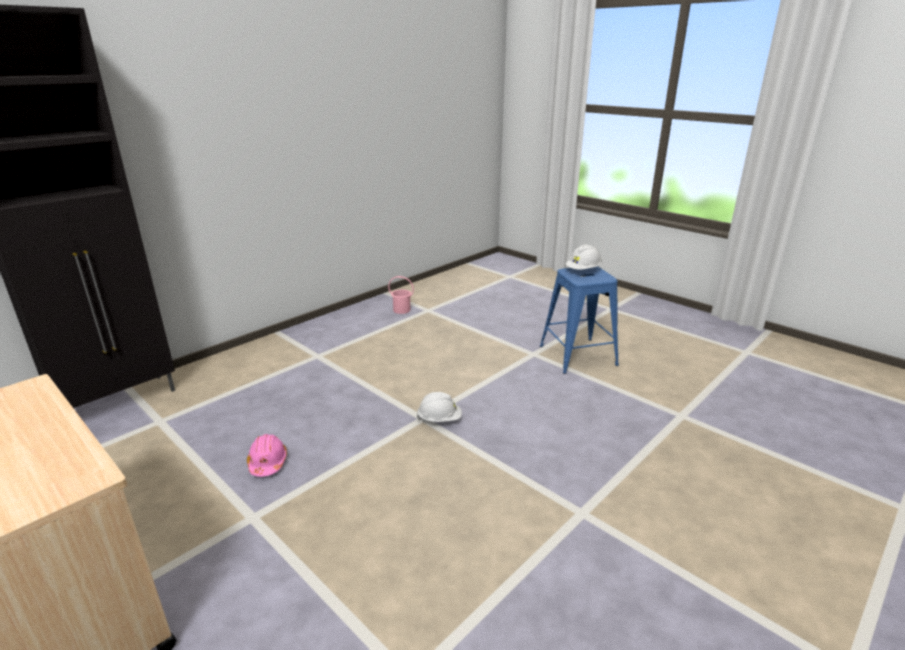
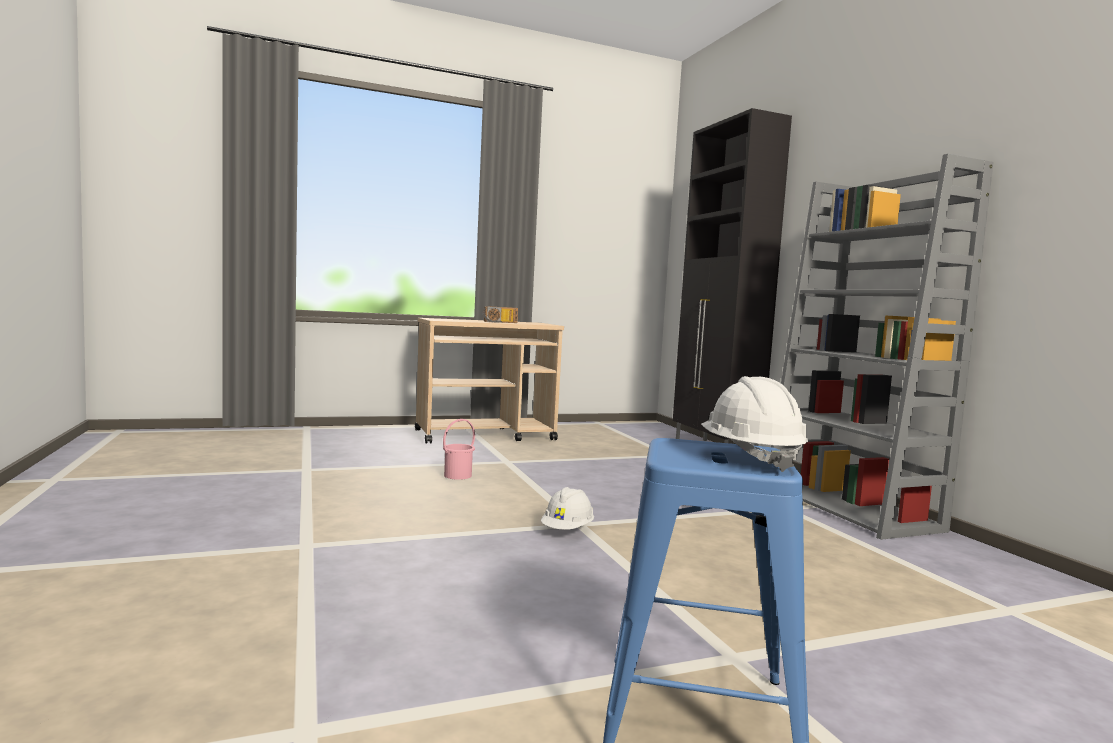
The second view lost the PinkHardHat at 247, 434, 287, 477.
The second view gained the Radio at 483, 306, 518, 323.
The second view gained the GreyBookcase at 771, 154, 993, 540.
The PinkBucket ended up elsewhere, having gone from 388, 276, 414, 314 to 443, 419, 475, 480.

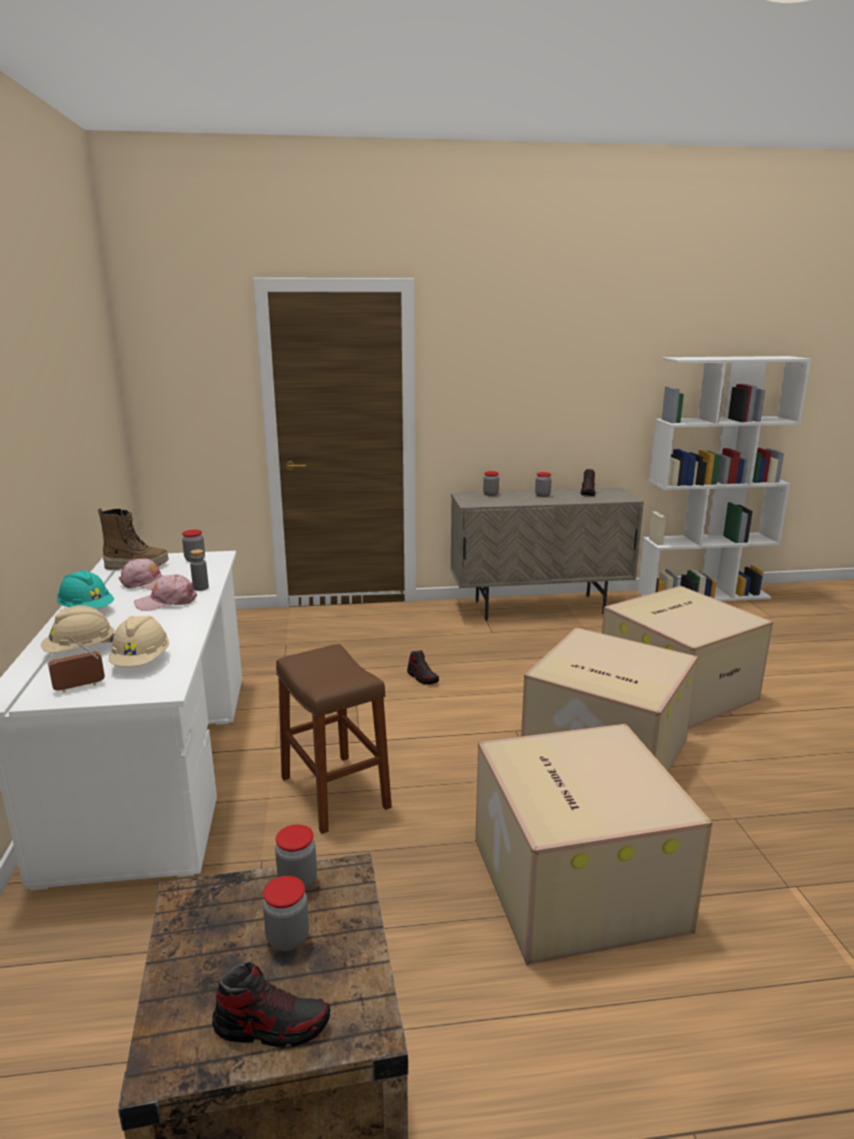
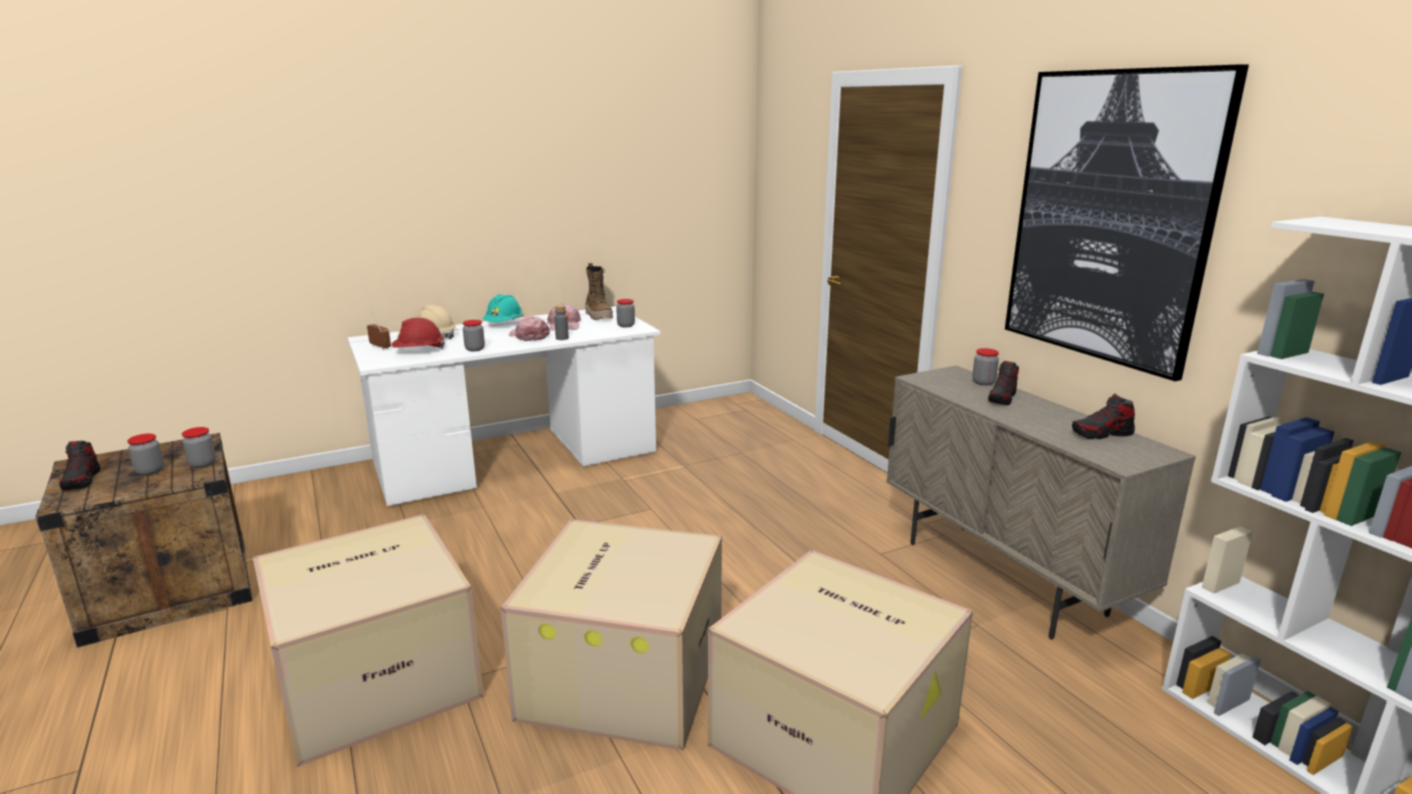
The second view lost the BrownStool at 276, 644, 392, 834.
The second view gained the Picture at 1005, 64, 1249, 381.
The Shoe ended up elsewhere, having gone from 407, 650, 439, 685 to 988, 361, 1019, 405.
The Jar ended up elsewhere, having gone from 535, 472, 552, 497 to 463, 320, 485, 351.
What was the BeigeHardHat at 109, 616, 169, 667 turned into the RedHardHat at 392, 318, 445, 349.

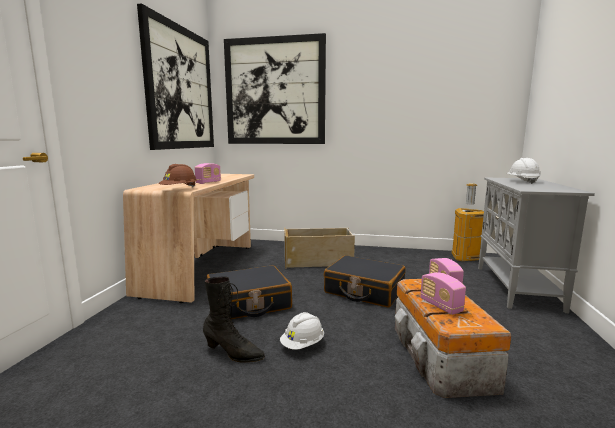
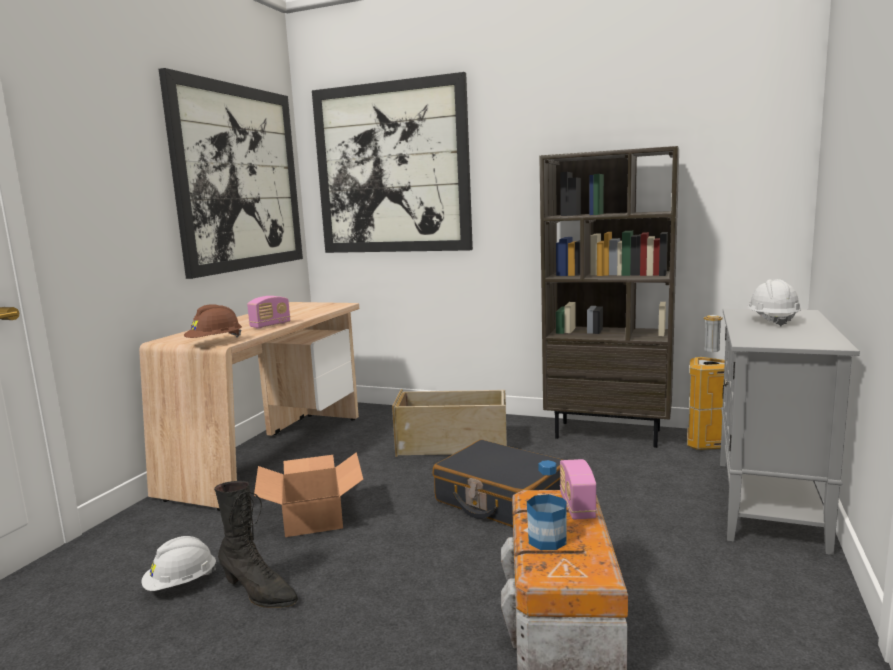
The second view gained the BrownBookcase at 539, 146, 679, 448.
The WhiteHardHat ended up elsewhere, having gone from 280, 312, 324, 350 to 141, 536, 217, 591.
Where the BlackSuitcase stood at 207, 265, 292, 319, the CardboardBox came to stand at 254, 452, 363, 537.
Where the Radio stood at 420, 272, 466, 315, the Bottle came to stand at 527, 460, 567, 550.

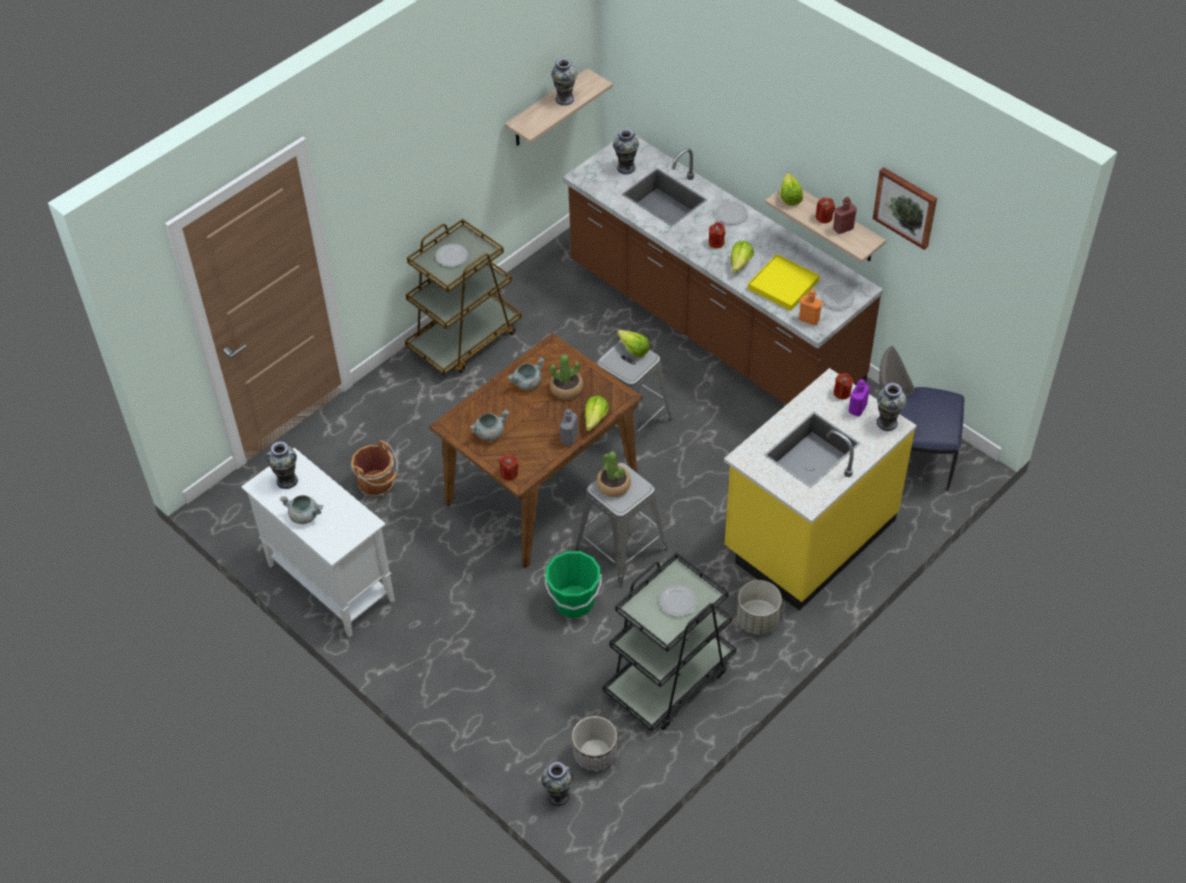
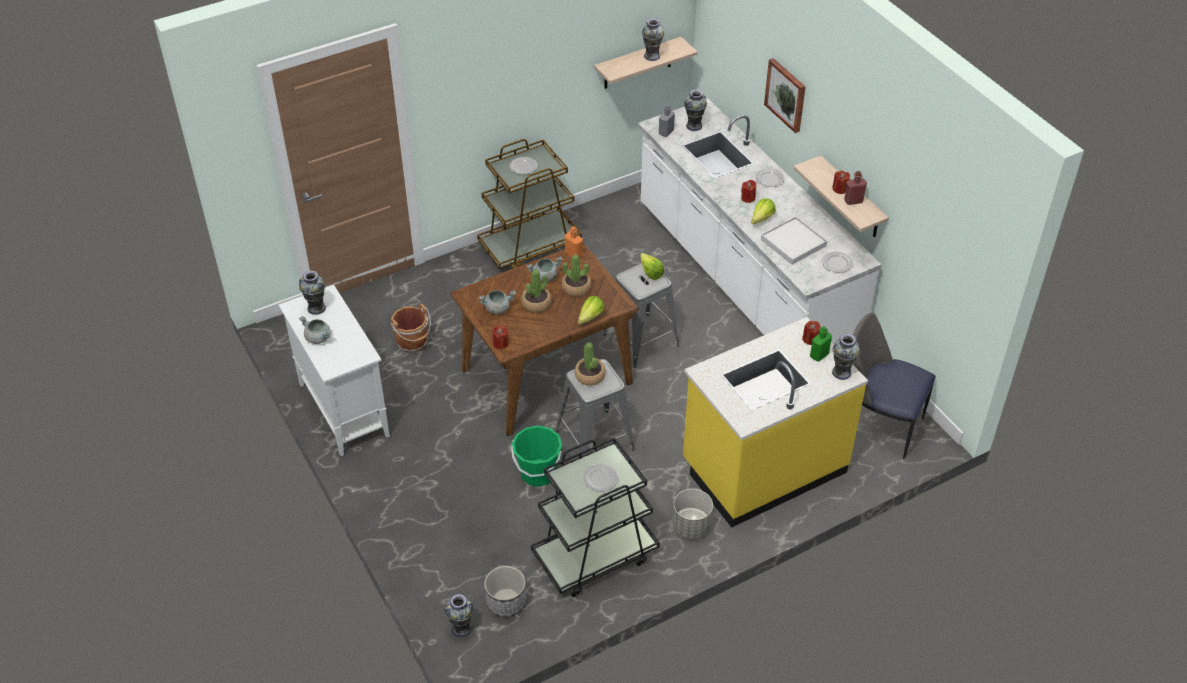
The second view lost the Lettuce at 780, 173, 803, 206.
The second view gained the PottedPlant at 521, 269, 551, 313.
The GreyBottle ended up elsewhere, having gone from 560, 409, 578, 445 to 659, 104, 675, 137.
The OrangeBottle ended up elsewhere, having gone from 799, 289, 822, 325 to 565, 226, 583, 258.
The Picture ended up elsewhere, having gone from 873, 167, 937, 250 to 764, 58, 806, 133.
What was the BrownCounter at 563, 135, 883, 405 turned into the WhiteCounter at 638, 98, 882, 344.
What was the YellowTray at 748, 254, 820, 311 turned into the WhiteTray at 761, 216, 827, 265.
What was the PurpleBottle at 848, 379, 870, 416 turned into the GreenBottle at 810, 326, 832, 362.

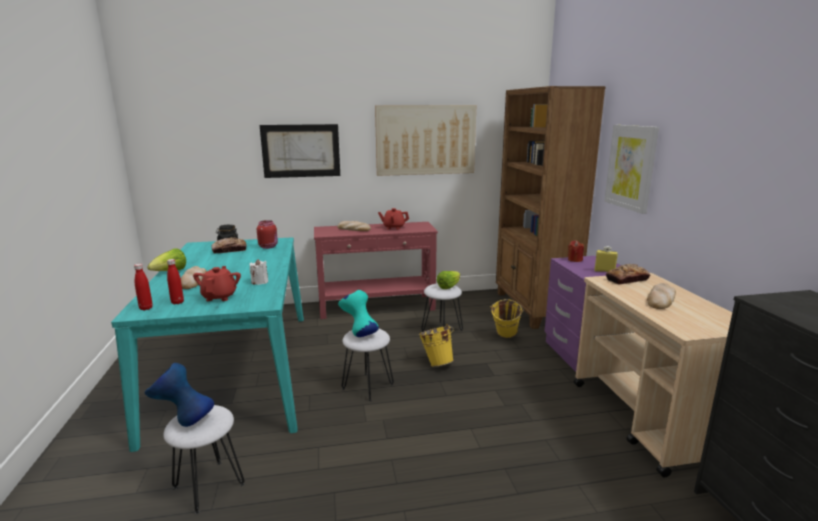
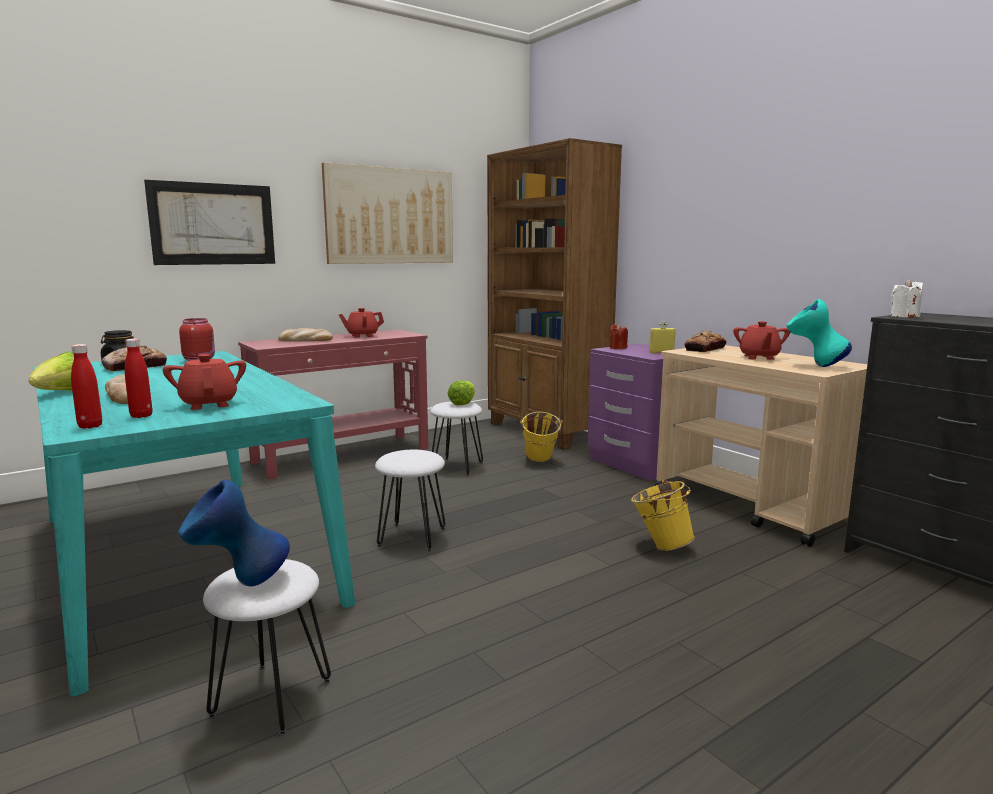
The second view lost the Picture at 604, 125, 659, 214.
The WhiteCandle ended up elsewhere, having gone from 250, 259, 268, 285 to 891, 279, 923, 317.
The TurquoiseVase ended up elsewhere, having gone from 338, 290, 379, 337 to 787, 299, 852, 367.
The YellowBucket ended up elsewhere, having gone from 418, 324, 454, 367 to 631, 479, 695, 551.
Where the Bread stood at 647, 283, 676, 309, the RedTeapot came to stand at 733, 321, 790, 360.

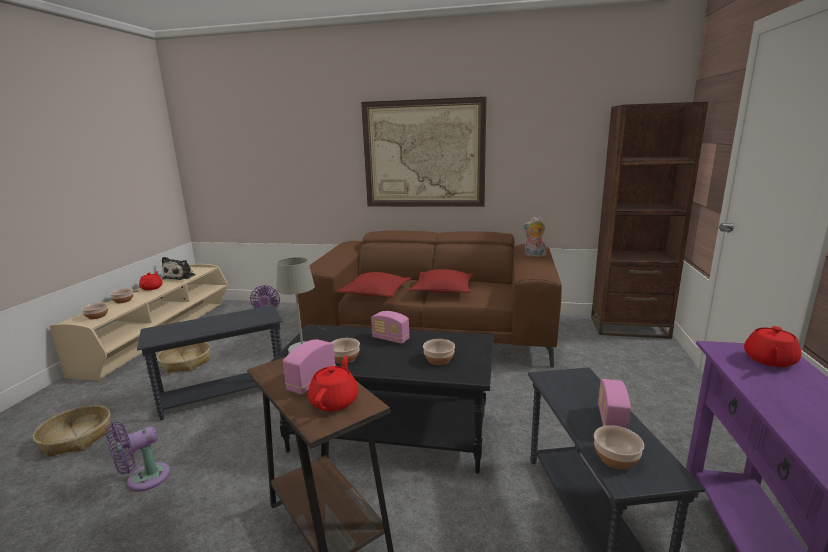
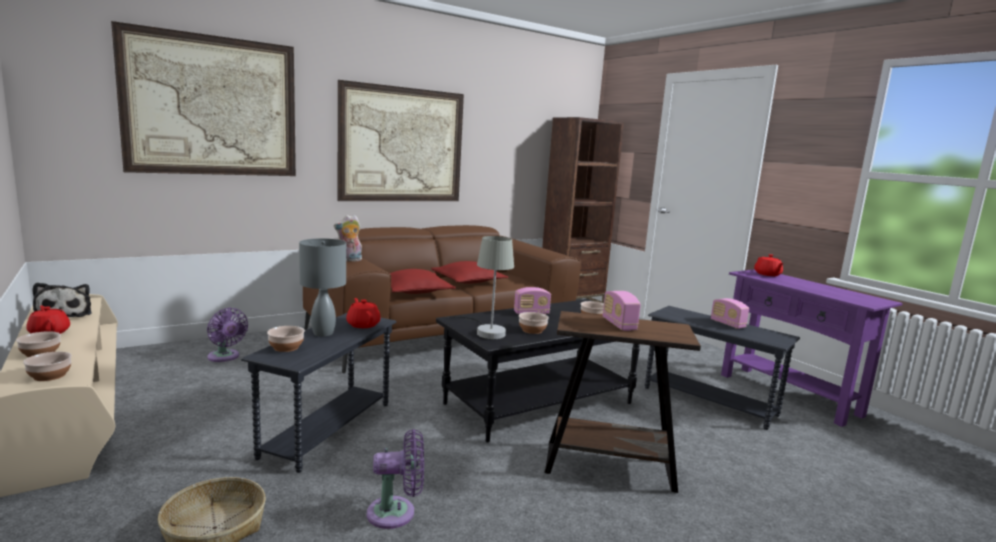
The second view lost the Basket at 157, 342, 210, 373.
The second view gained the Picture at 111, 21, 296, 176.
The second view gained the GreyTableLamp at 299, 238, 346, 337.
The RedTeapot ended up elsewhere, having gone from 308, 355, 358, 412 to 346, 298, 381, 328.
The PlushToy ended up elsewhere, having gone from 523, 217, 547, 257 to 334, 215, 362, 261.
The Bowl ended up elsewhere, having gone from 594, 425, 644, 469 to 267, 326, 305, 352.
The PurpleFan at 105, 422, 170, 492 ended up facing another way, 105 degrees counterclockwise from before.

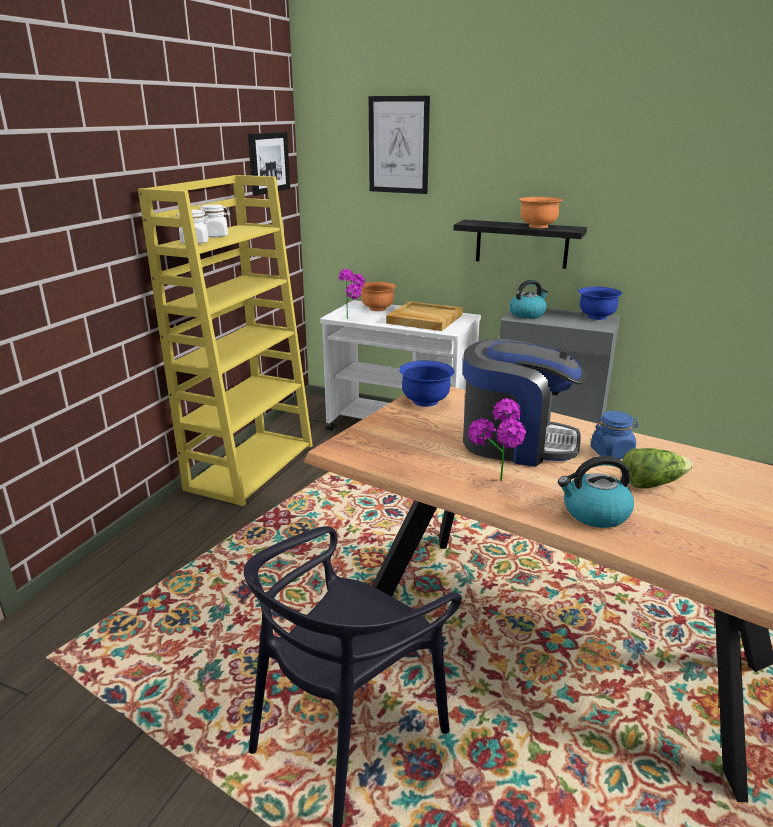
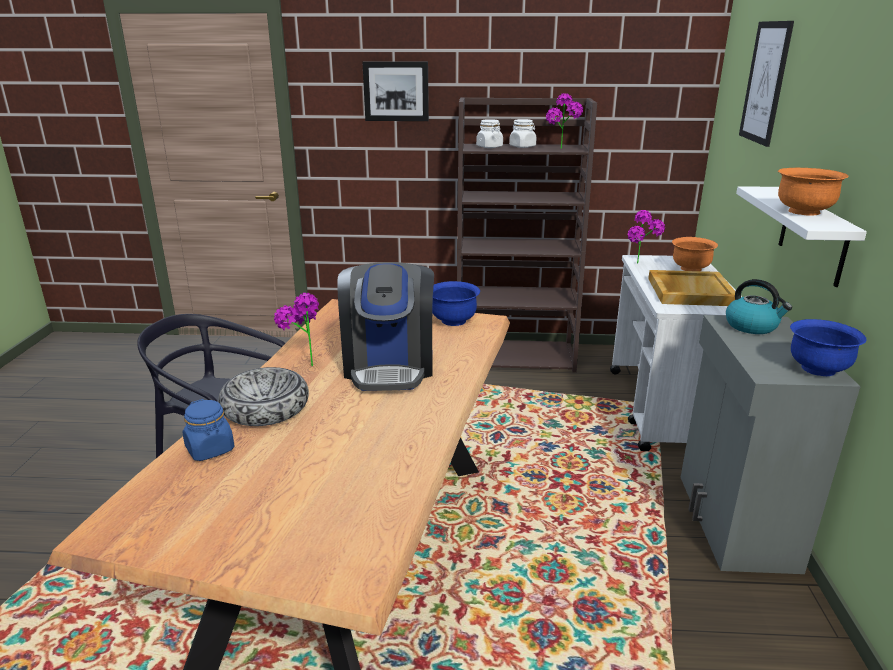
The second view lost the Lettuce at 623, 448, 693, 488.
The second view gained the PottedPlant at 546, 93, 583, 149.
The Picture ended up elsewhere, having gone from 248, 132, 290, 195 to 362, 61, 429, 121.
The BlueJar ended up elsewhere, having gone from 591, 411, 639, 459 to 183, 399, 234, 461.
Where the Kettle stood at 558, 456, 634, 528, the Bowl came to stand at 218, 367, 309, 426.
What was the YellowBookcase at 138, 175, 313, 506 turned into the BrownBookcase at 457, 97, 597, 373.
What was the BlackShelf at 453, 220, 587, 269 turned into the WhiteShelf at 736, 186, 867, 287.

